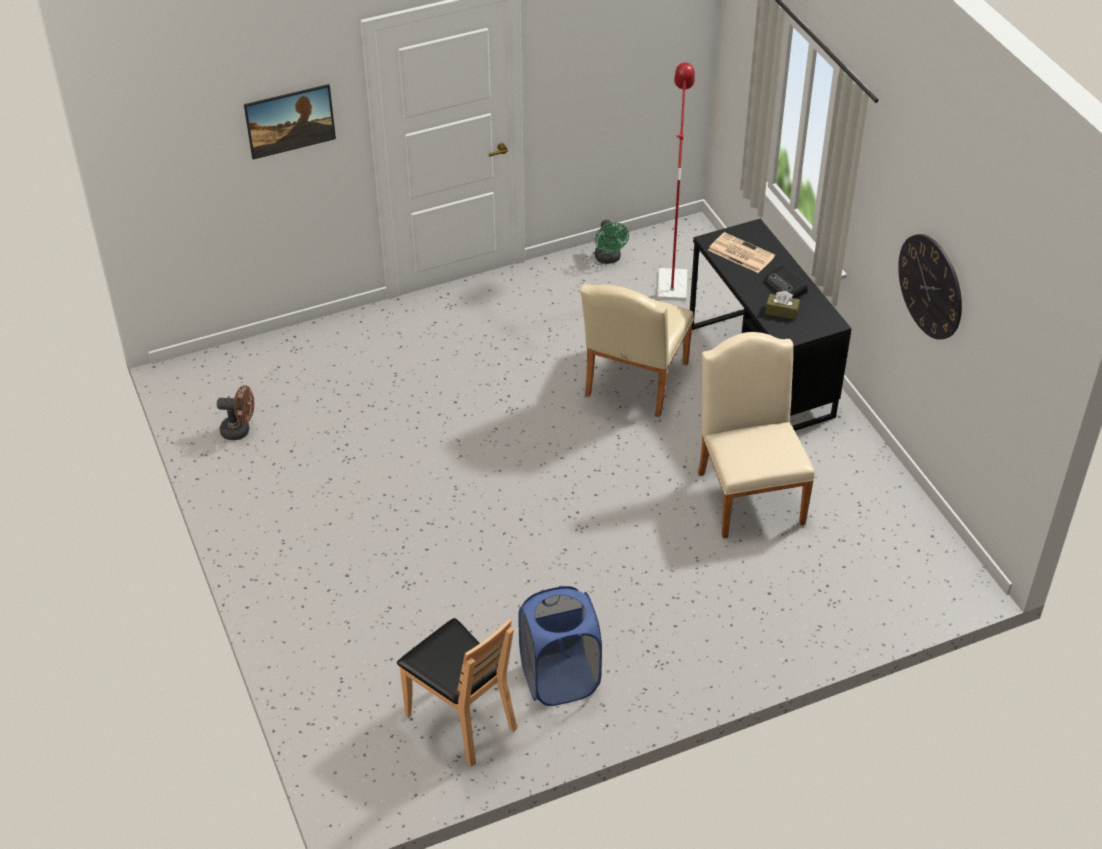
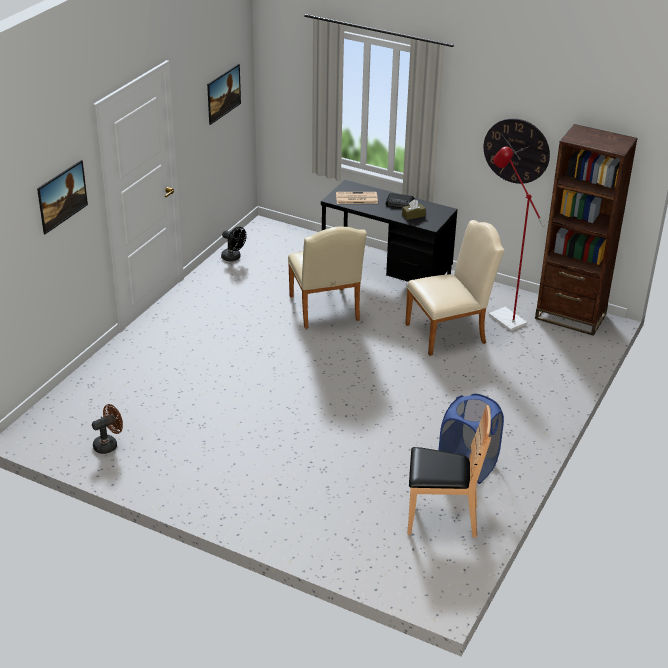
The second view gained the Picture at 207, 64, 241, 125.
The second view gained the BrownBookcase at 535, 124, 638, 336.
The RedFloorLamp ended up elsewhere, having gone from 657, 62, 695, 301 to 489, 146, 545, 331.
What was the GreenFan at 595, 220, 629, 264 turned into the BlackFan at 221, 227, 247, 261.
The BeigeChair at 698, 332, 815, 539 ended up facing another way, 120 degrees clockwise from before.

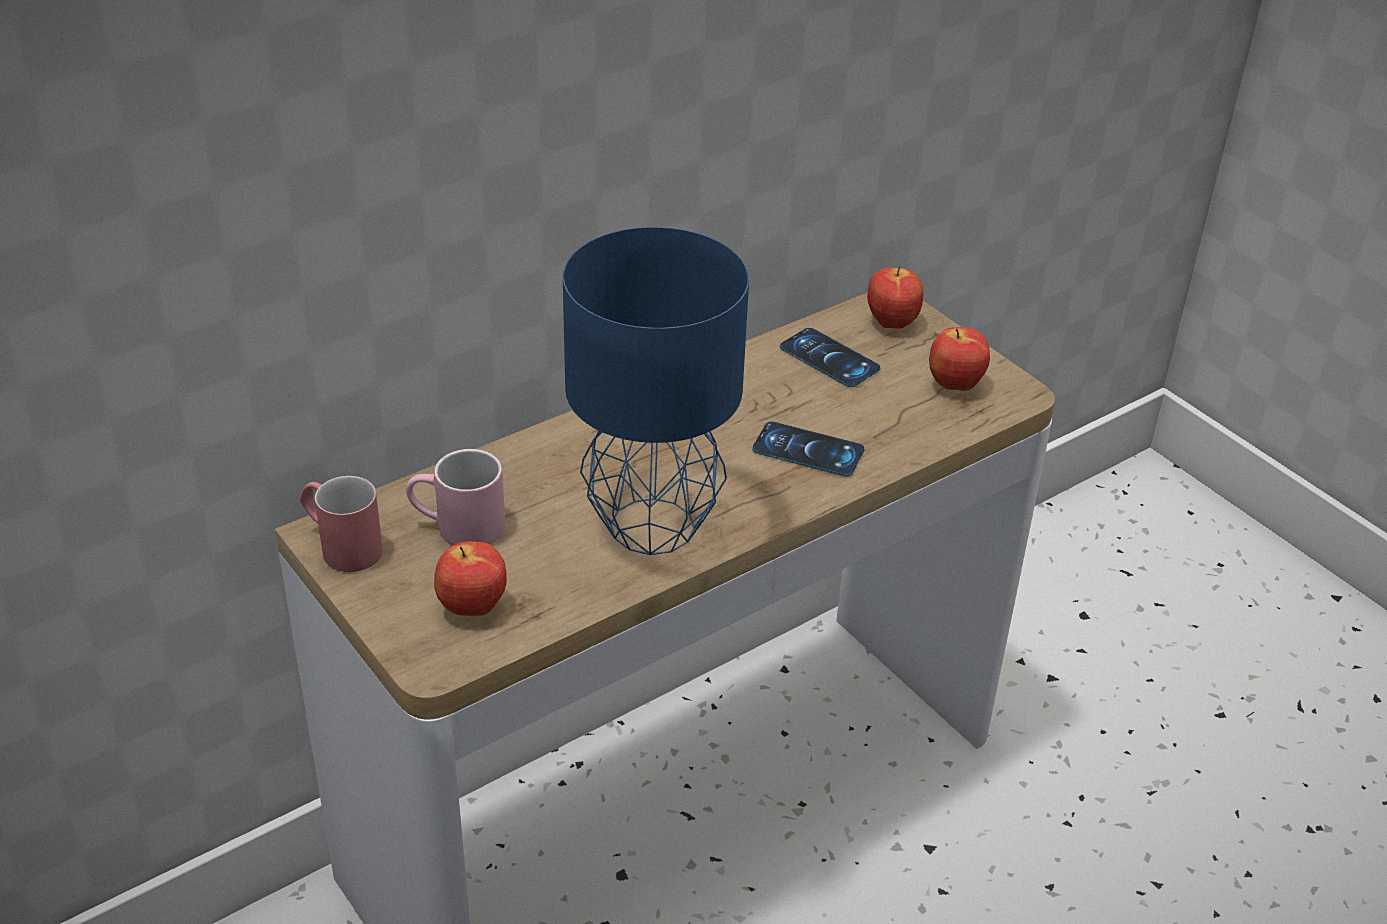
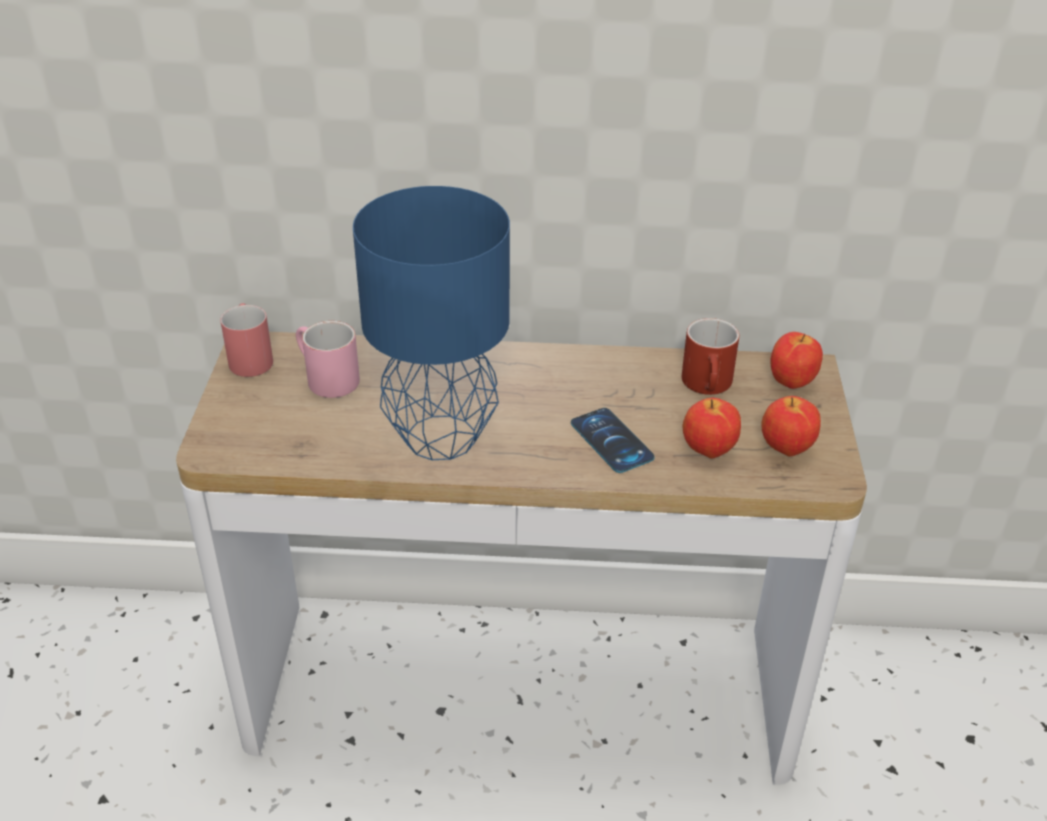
The Apple ended up elsewhere, having gone from 434, 541, 507, 616 to 682, 397, 741, 459.
Where the Phone stood at 780, 328, 881, 387, the RedMug came to stand at 682, 318, 739, 395.

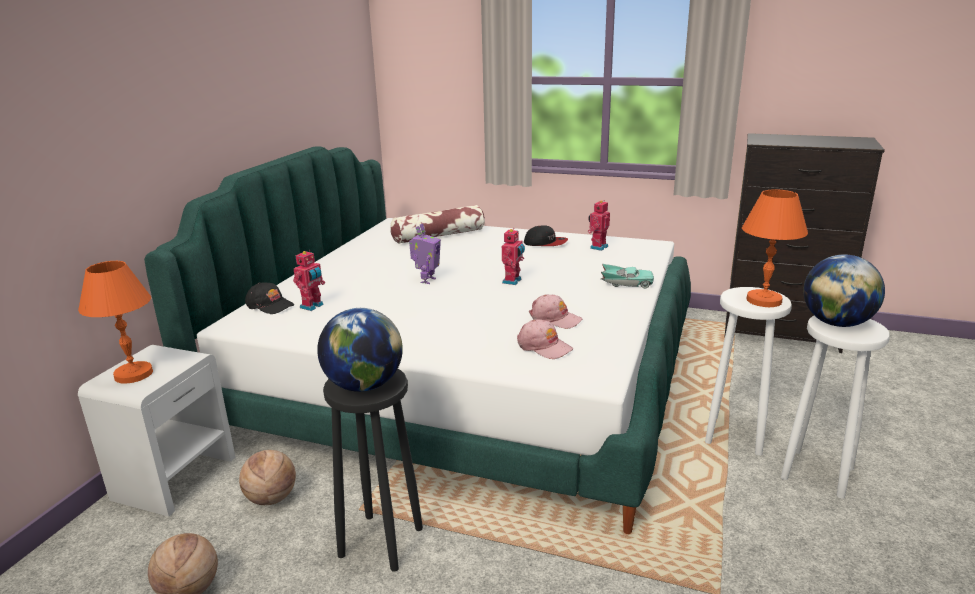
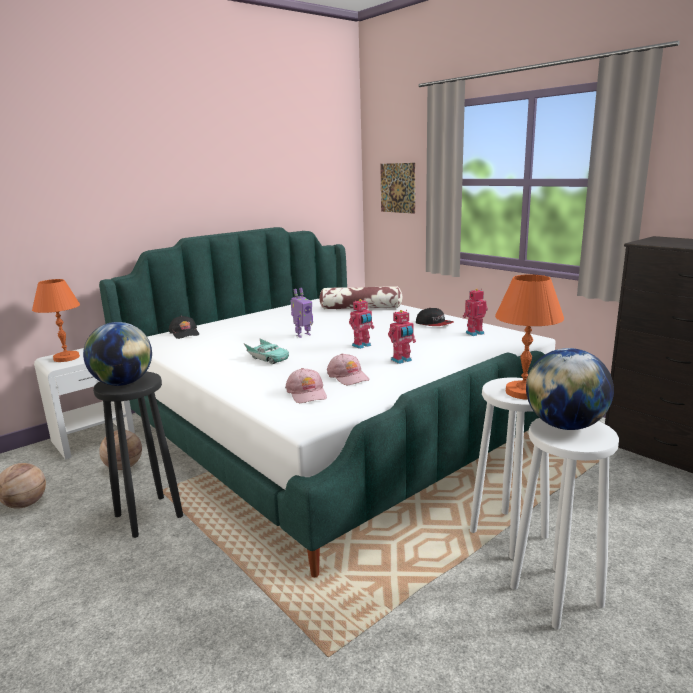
The second view gained the Picture at 380, 163, 415, 214.
The ToyRobot ended up elsewhere, having gone from 293, 250, 325, 311 to 388, 310, 416, 364.
The TurquoiseToyCar ended up elsewhere, having gone from 601, 264, 654, 288 to 244, 338, 289, 364.

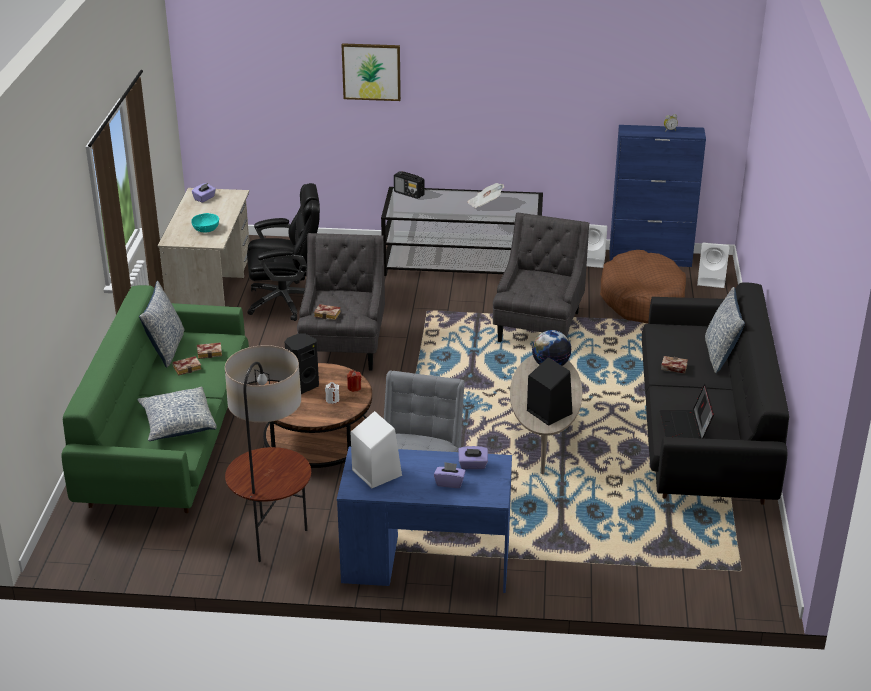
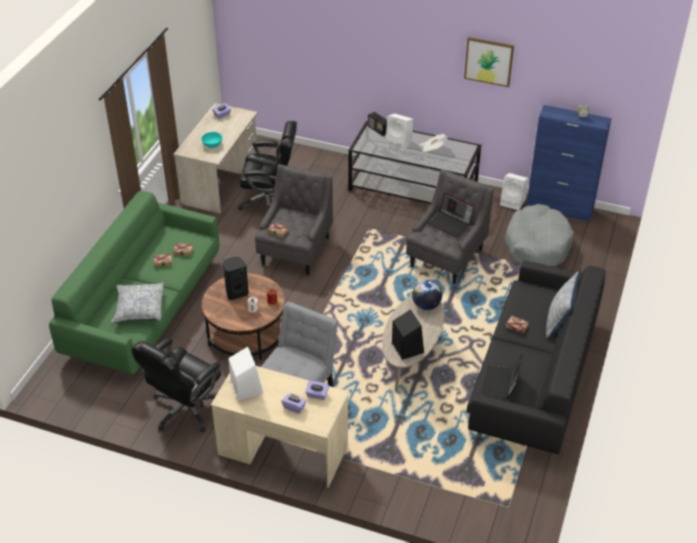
The second view lost the Pillow at 139, 281, 185, 367.
The second view gained the Laptop at 428, 193, 474, 238.
The Picture ended up elsewhere, having gone from 342, 43, 401, 101 to 464, 37, 514, 87.
The WhiteSpeaker ended up elsewhere, having gone from 697, 242, 729, 288 to 385, 114, 413, 152.
Where the FloorLamp stood at 225, 345, 311, 562, the BlackOfficeChair came to stand at 131, 338, 221, 432.
What was the BlueDesk at 337, 447, 512, 593 turned into the BeigeDesk at 211, 366, 349, 488.
What was the BrownDogBed at 600, 250, 686, 324 turned into the GreyDogBed at 505, 204, 574, 267.

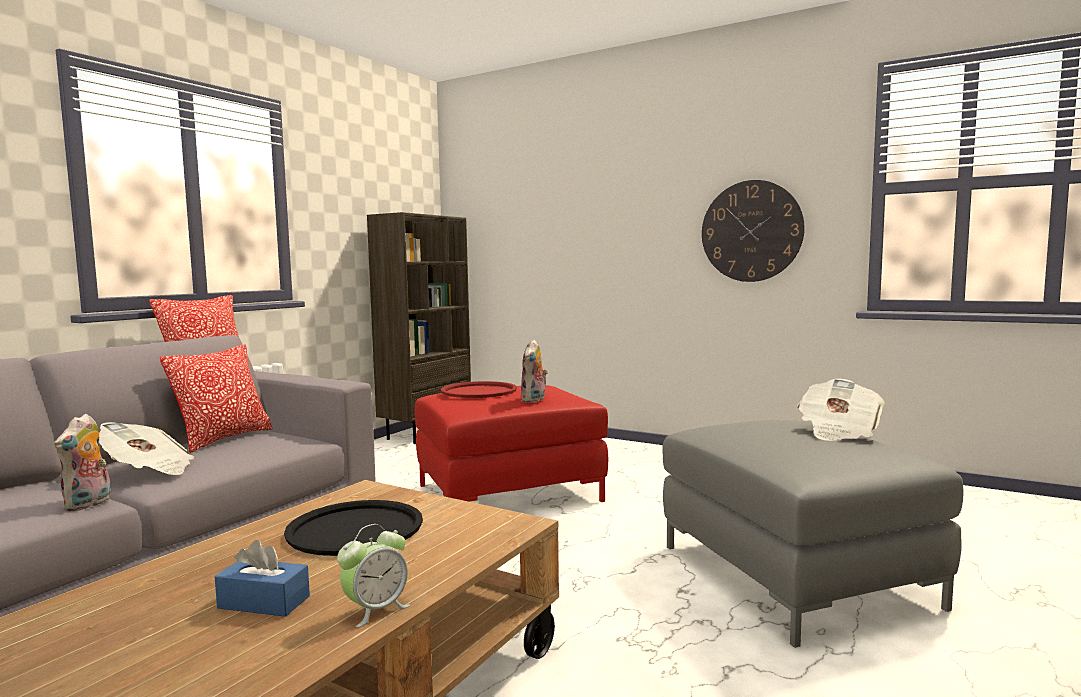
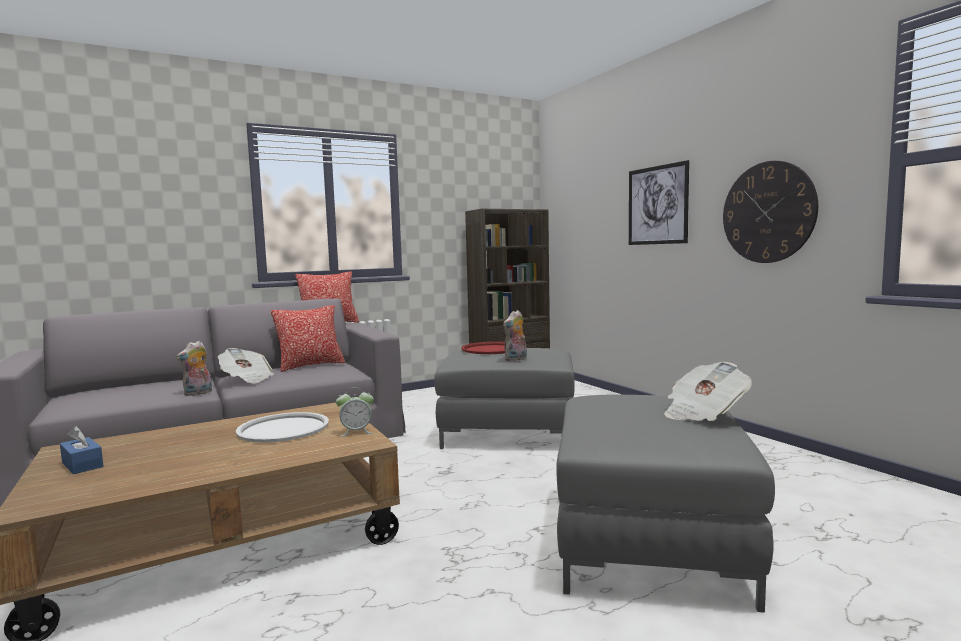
The second view gained the Picture at 629, 160, 689, 245.
The BlueTissueBox ended up elsewhere, having gone from 215, 540, 310, 617 to 60, 426, 103, 474.
The AlarmClock ended up elsewhere, having gone from 337, 524, 410, 627 to 336, 387, 374, 436.
What was the BlackTray at 284, 500, 423, 556 turned into the WhiteTray at 236, 412, 329, 443.
What was the RedOttoman at 415, 385, 608, 502 turned into the GreyOttoman at 434, 348, 574, 449.

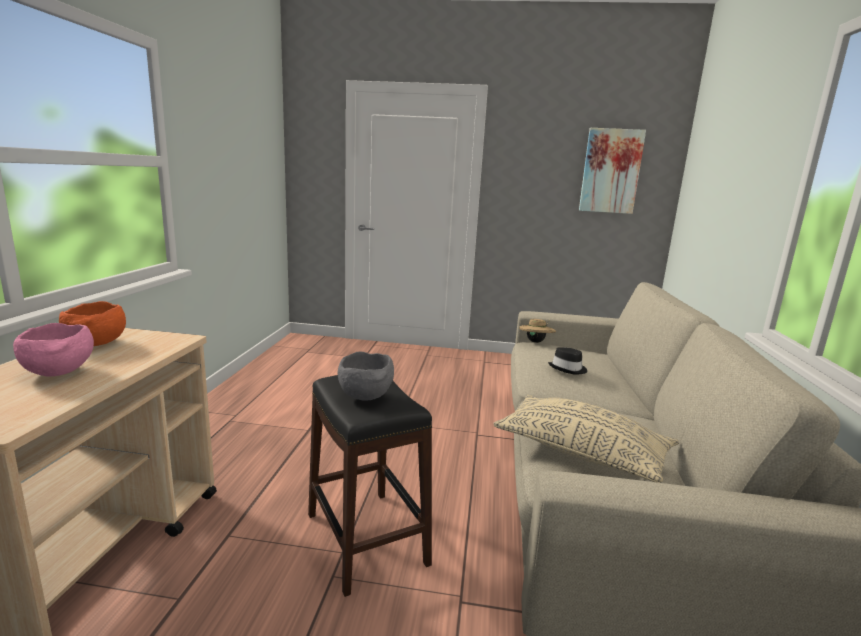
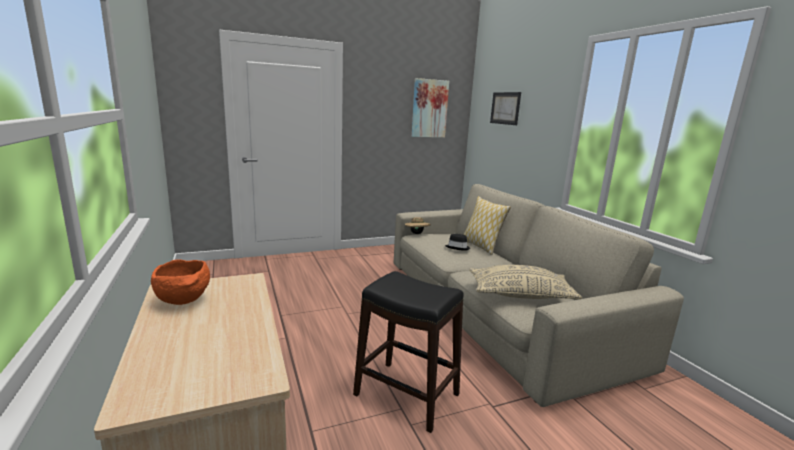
The second view lost the PinkBowl at 13, 323, 94, 377.
The second view lost the GreyBowl at 337, 352, 394, 401.
The second view gained the Pillow at 464, 196, 511, 255.
The second view gained the Picture at 490, 92, 521, 125.

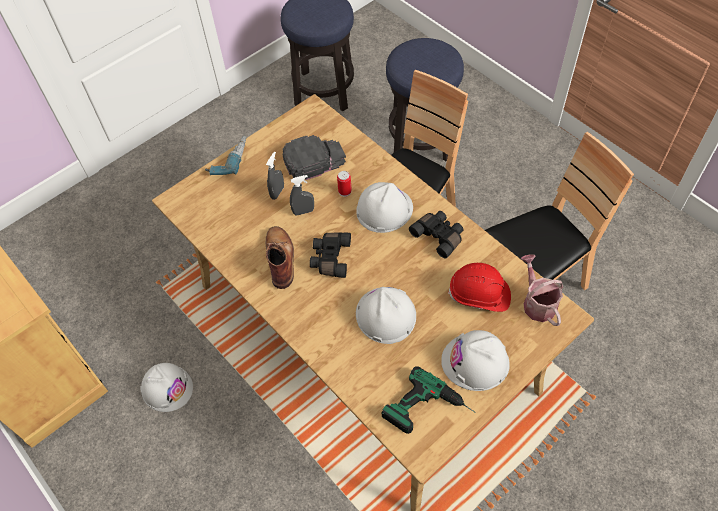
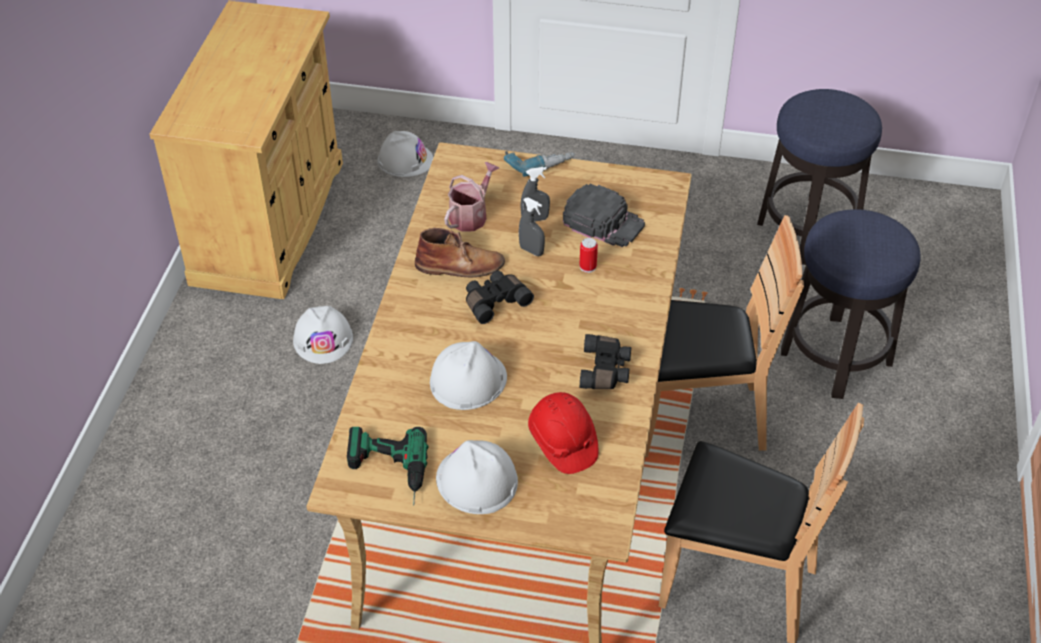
The WhiteHardHat ended up elsewhere, having gone from 356, 182, 413, 233 to 377, 131, 434, 177.
The WateringCan ended up elsewhere, having gone from 521, 254, 563, 326 to 444, 162, 499, 232.
The BrownBoot at 265, 226, 294, 289 ended up facing another way, 45 degrees clockwise from before.

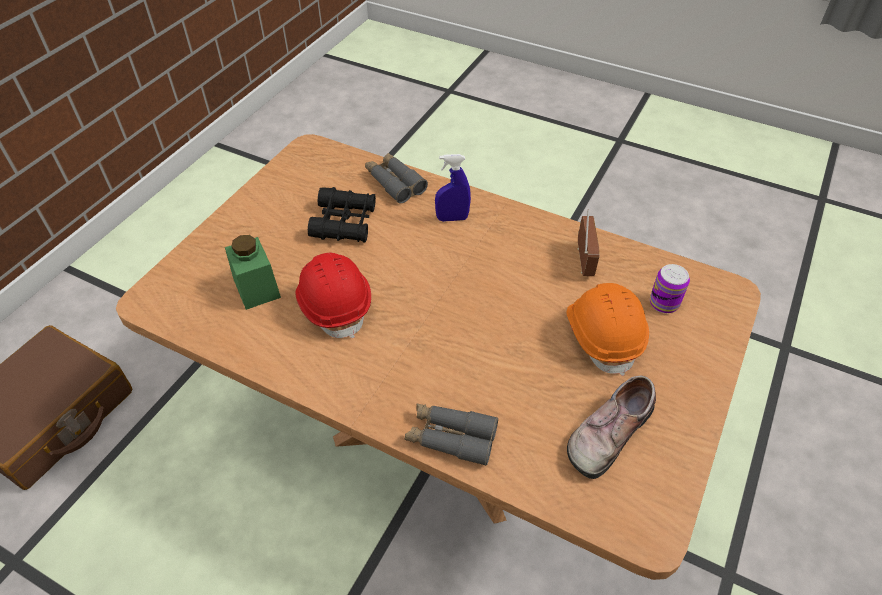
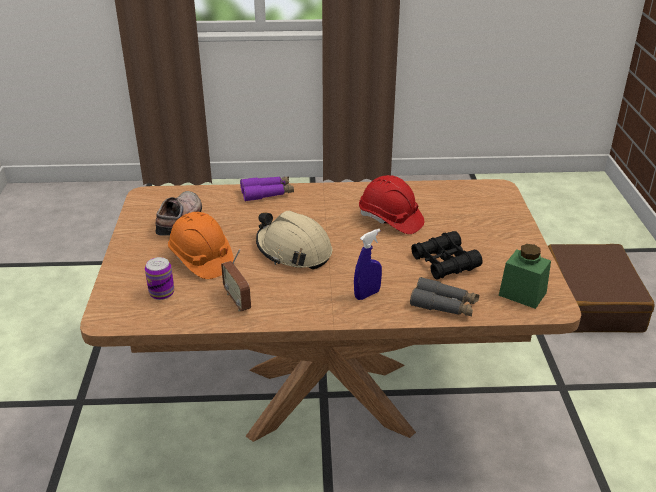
The second view gained the BeigeHardHat at 256, 210, 333, 269.
The GreenJar ended up elsewhere, having gone from 225, 235, 281, 310 to 499, 244, 551, 309.
What was the GreyBinoculars at 405, 403, 498, 466 turned into the PurpleBinoculars at 240, 176, 294, 201.

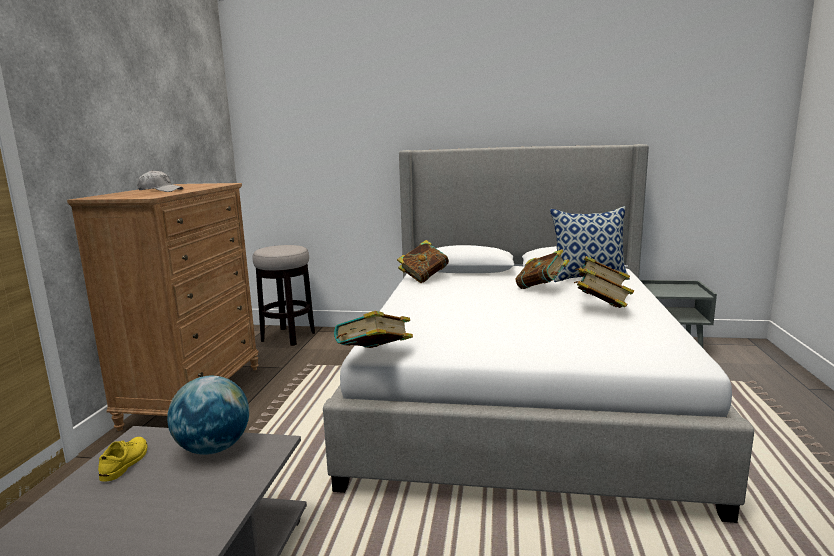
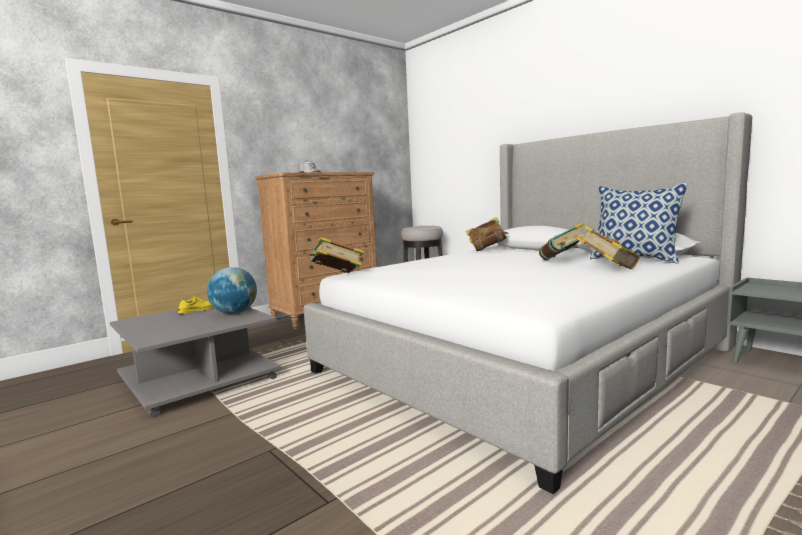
The second view lost the Book at 574, 268, 634, 308.

